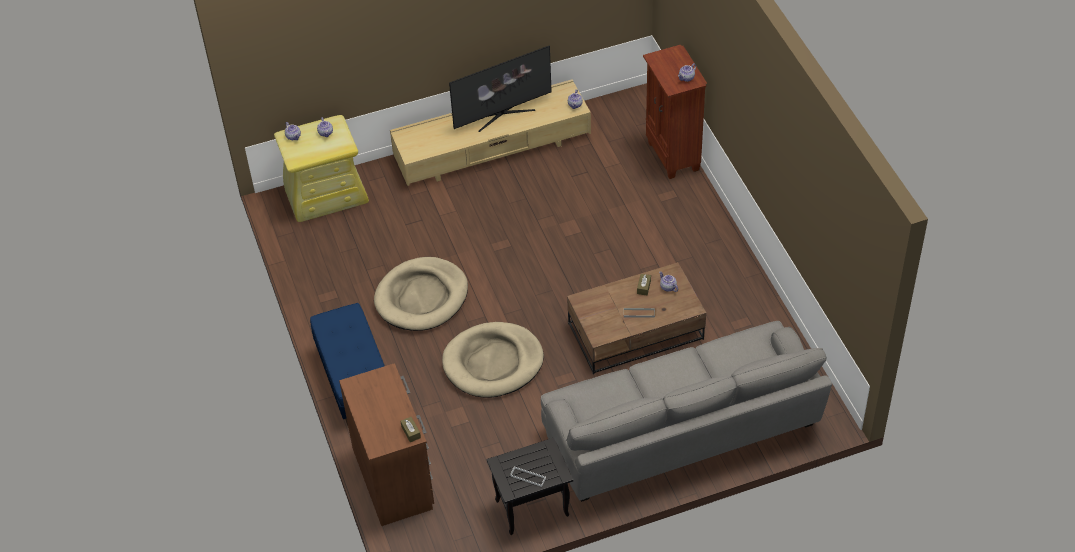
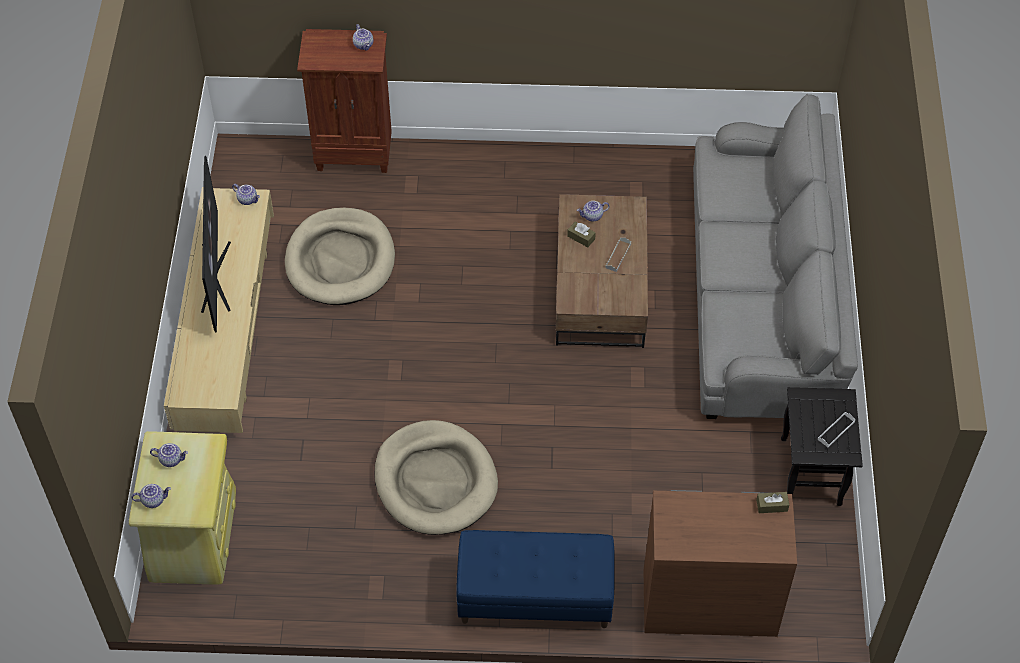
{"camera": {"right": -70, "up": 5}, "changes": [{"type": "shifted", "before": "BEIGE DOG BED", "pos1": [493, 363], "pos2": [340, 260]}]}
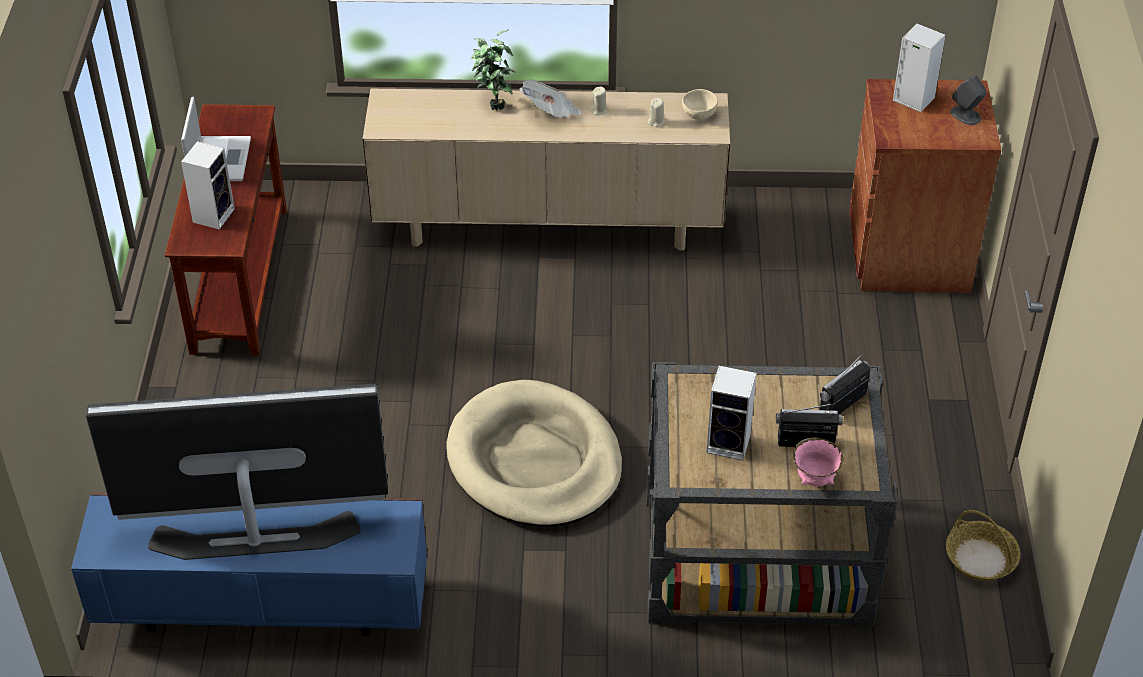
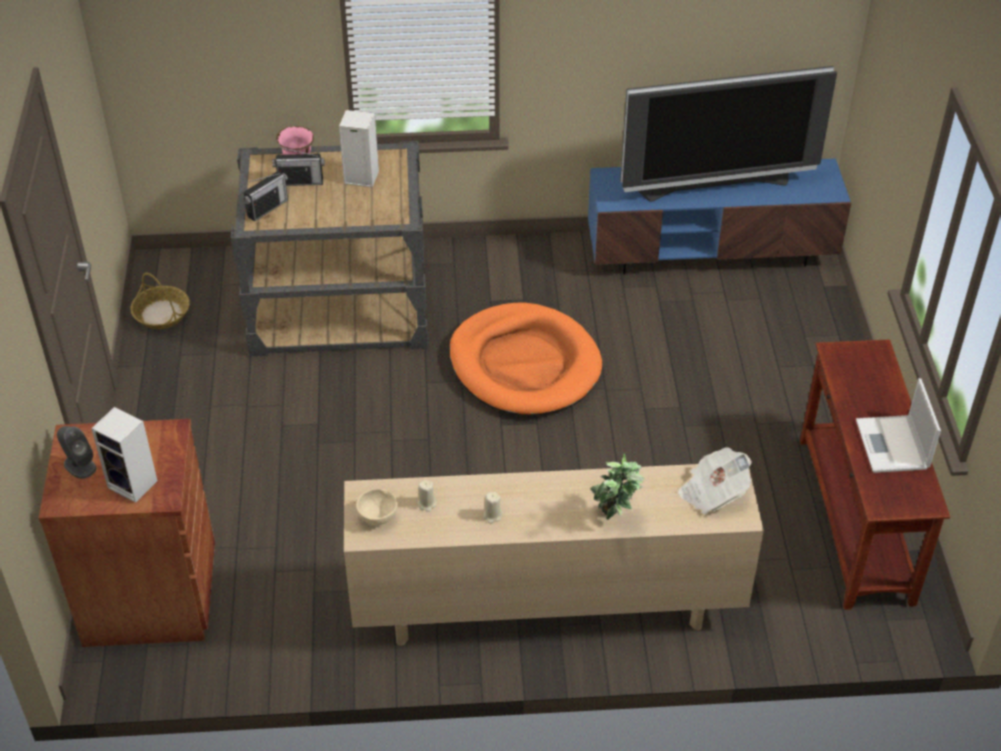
{"camera": {"right": 175, "up": 0}, "changes": [{"type": "gone", "before": "SPEAKER", "pos1": [213, 214]}, {"type": "shifted", "before": "NEWSPAPER", "pos1": [551, 112], "pos2": [713, 492]}, {"type": "repainted", "before": "BEIGE DOG BED", "after": "ORANGE DOG BED", "pos1": [535, 461], "pos2": [524, 365]}]}
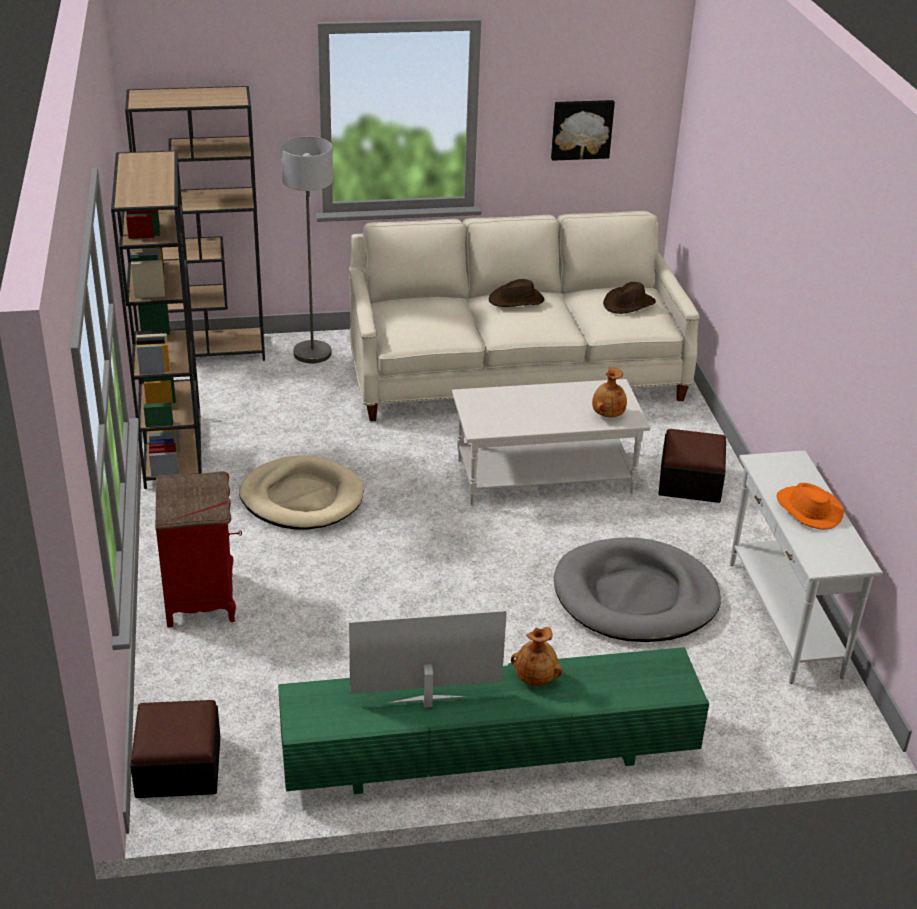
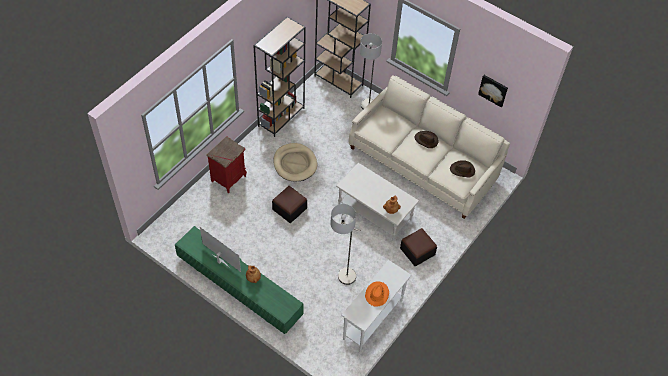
{"camera": {"right": 45, "up": 20}, "changes": [{"type": "shifted", "before": "OTTOMAN", "pos1": [178, 767], "pos2": [289, 208]}, {"type": "swapped", "before": "GREY DOG BED", "after": "GREY FLOOR LAMP", "pos1": [635, 596], "pos2": [341, 275]}]}
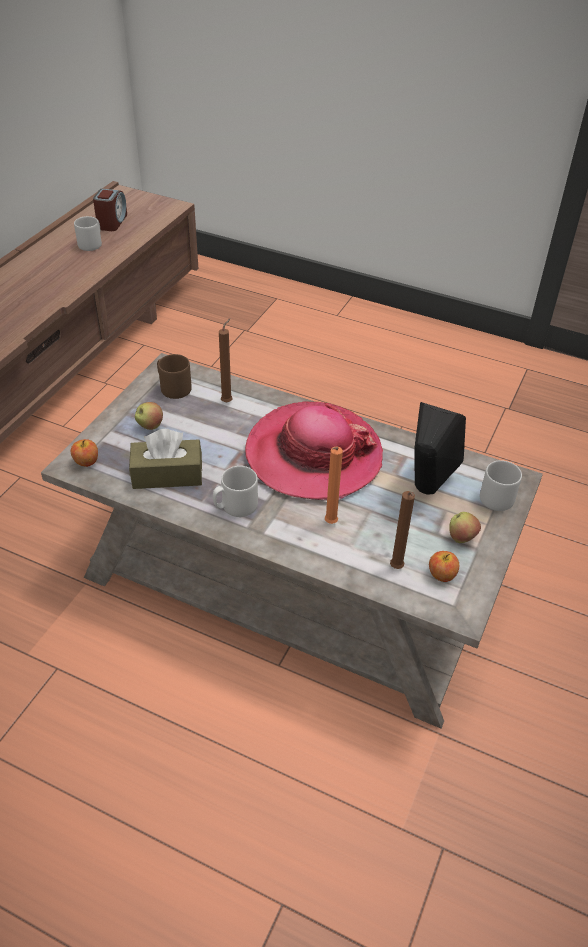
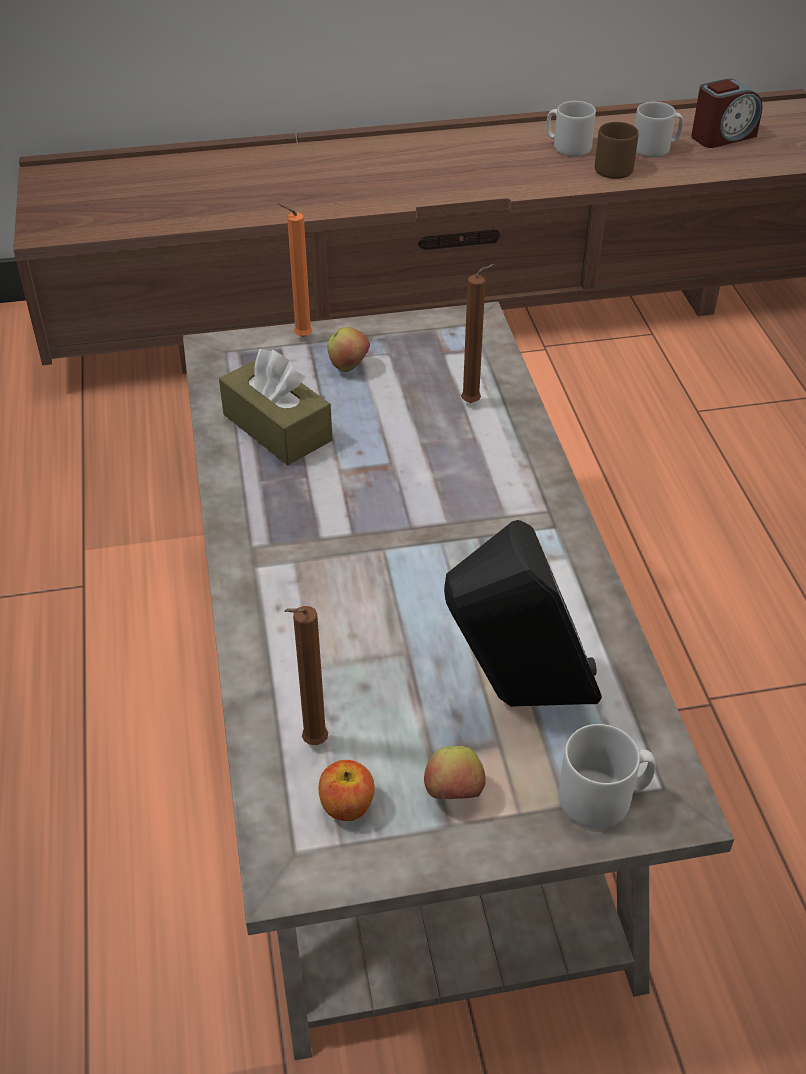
{"camera": {"right": 55, "up": 0}, "changes": [{"type": "gone", "before": "APPLE", "pos1": [86, 462]}, {"type": "gone", "before": "HAT", "pos1": [313, 455]}, {"type": "shifted", "before": "BROWN MUG", "pos1": [173, 388], "pos2": [613, 167]}, {"type": "shifted", "before": "GREY MUG", "pos1": [235, 506], "pos2": [567, 147]}, {"type": "shifted", "before": "ORANGE CANDLE", "pos1": [329, 524], "pos2": [300, 337]}]}
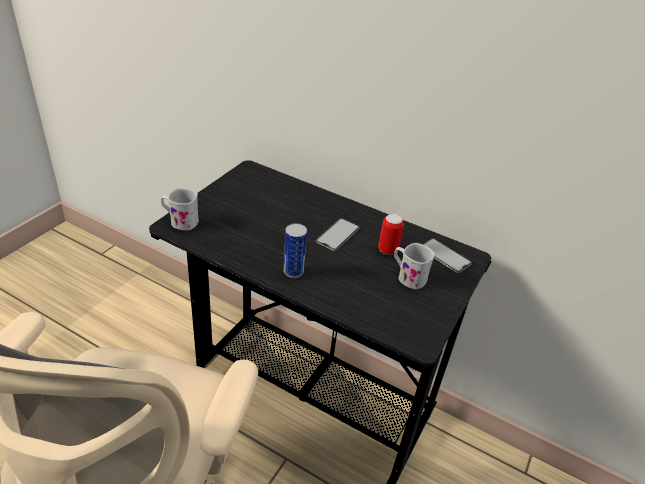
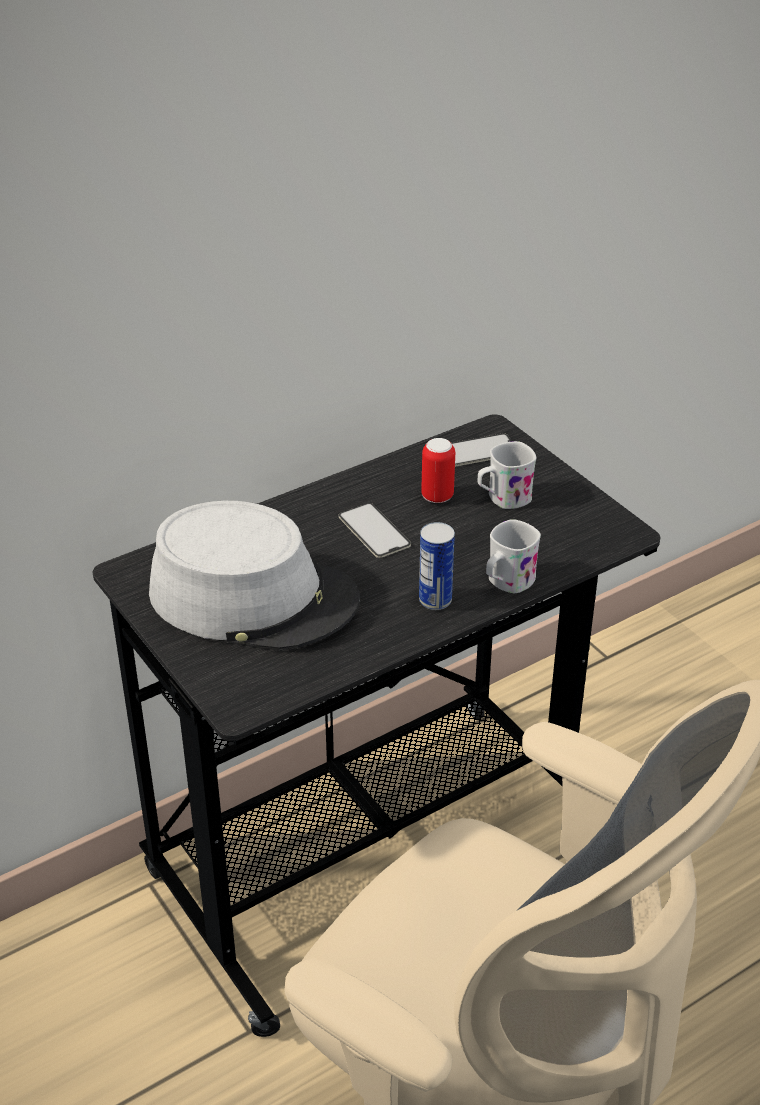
{"camera": {"right": -60, "up": 0}, "changes": [{"type": "new", "after": "GREY HAT", "pos2": [254, 597]}, {"type": "shifted", "before": "WHITE MUG", "pos1": [180, 221], "pos2": [506, 583]}]}
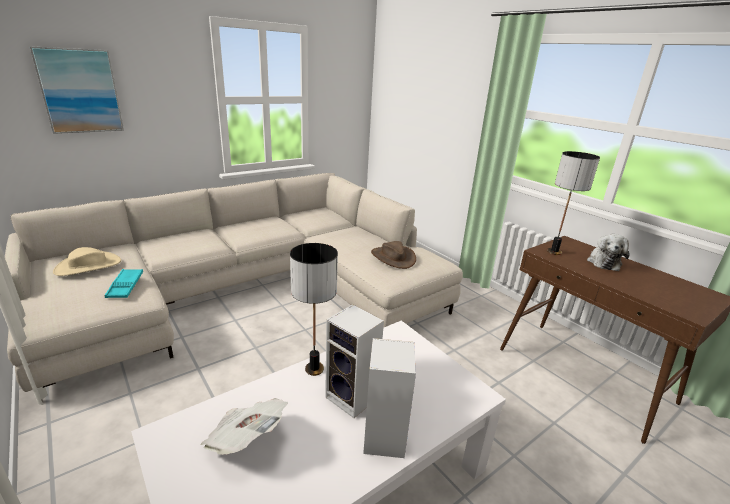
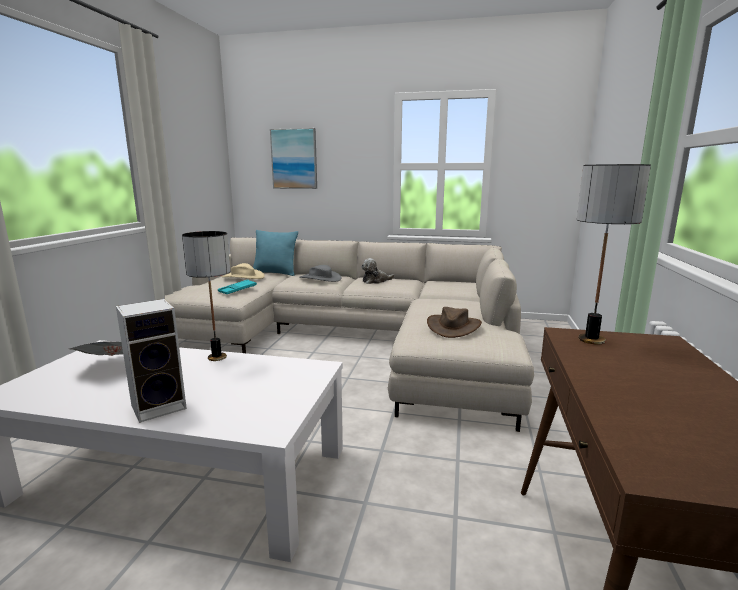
{"camera": {"right": 50, "up": -10}, "changes": [{"type": "gone", "before": "SPEAKER", "pos1": [353, 398]}, {"type": "new", "after": "TURQUOISE PILLOW", "pos2": [275, 273]}, {"type": "new", "after": "GREY HAT", "pos2": [320, 278]}, {"type": "shifted", "before": "PLUSH TOY", "pos1": [603, 262], "pos2": [376, 281]}]}
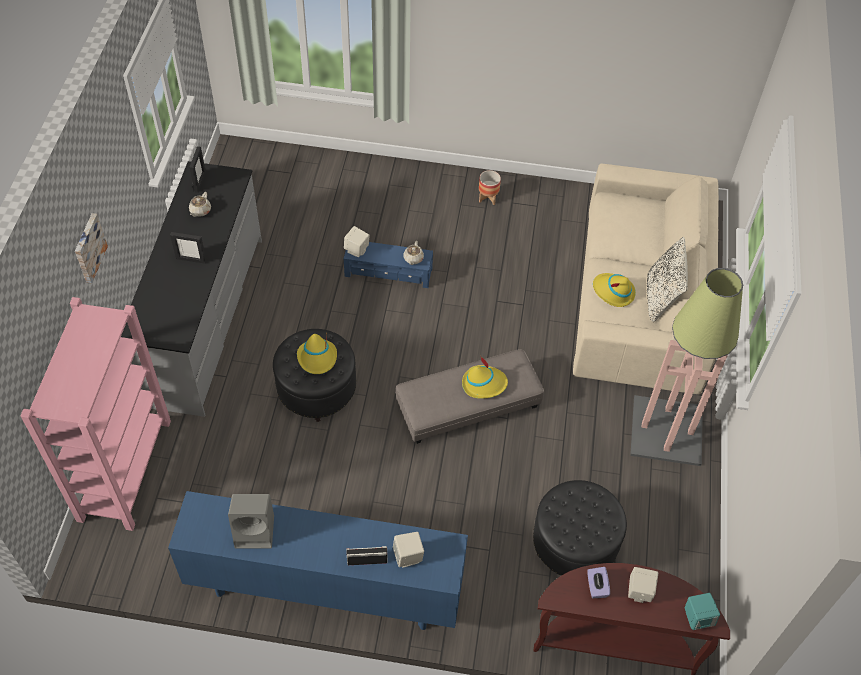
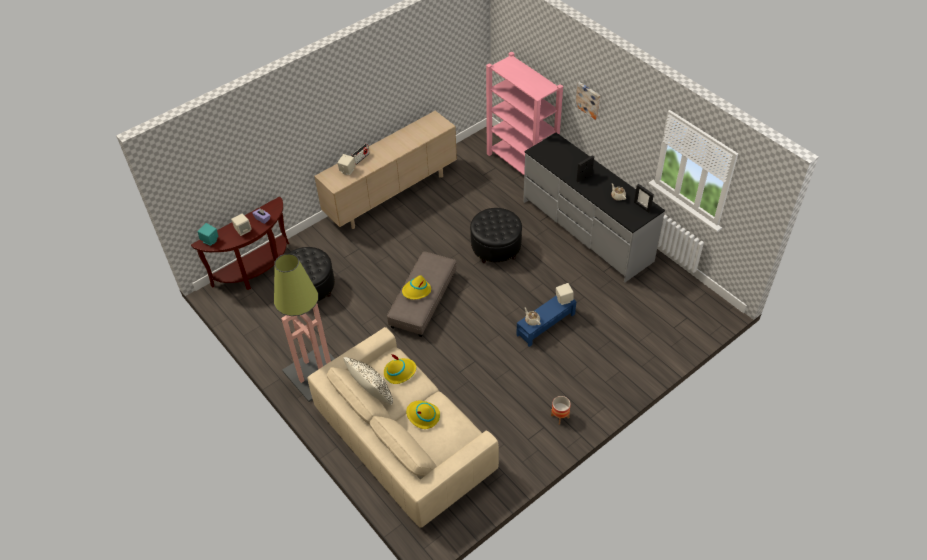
{"camera": {"right": 135, "up": -5}, "changes": [{"type": "gone", "before": "GREY SPEAKER", "pos1": [256, 531]}, {"type": "shifted", "before": "YELLOW HAT", "pos1": [317, 358], "pos2": [423, 416]}, {"type": "repainted", "before": "BLUE CABINET", "after": "BEIGE CABINET", "pos1": [324, 590], "pos2": [391, 195]}]}
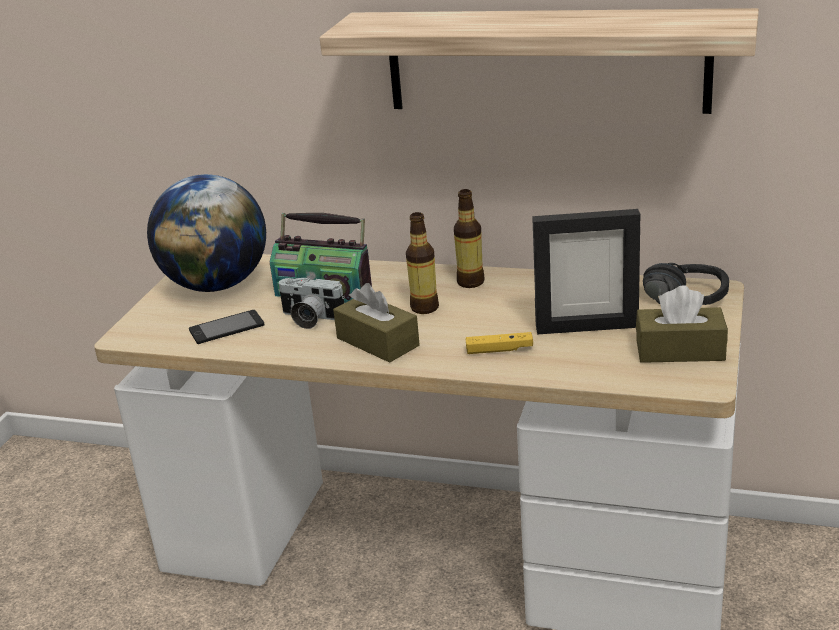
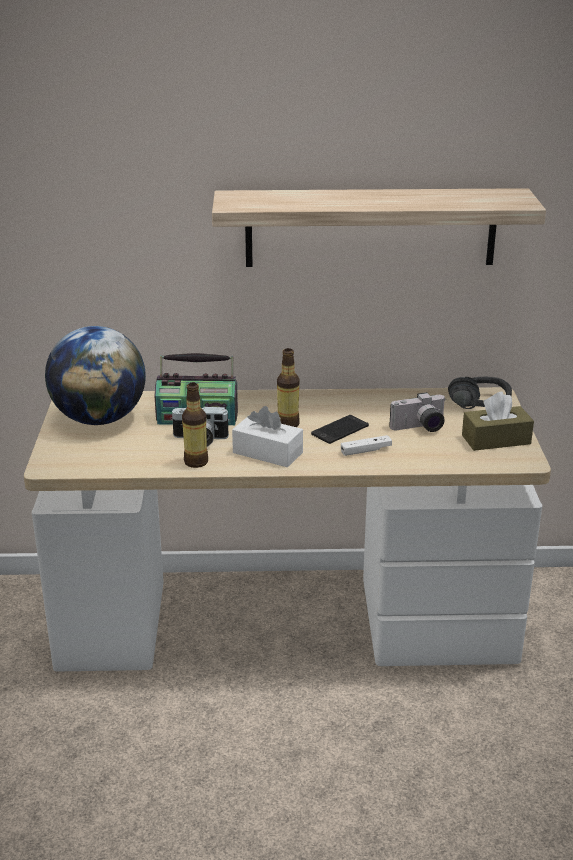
{"camera": {"right": -20, "up": 0}, "changes": [{"type": "shifted", "before": "PHONE", "pos1": [227, 328], "pos2": [340, 430]}, {"type": "shifted", "before": "BOTTLE", "pos1": [470, 282], "pos2": [196, 462]}, {"type": "swapped", "before": "PICTURE FRAME", "after": "PHOTO CAMERA", "pos1": [586, 326], "pos2": [420, 428]}, {"type": "repainted", "before": "BROWN TISSUE BOX", "after": "WHITE TISSUE BOX", "pos1": [377, 342], "pos2": [267, 453]}, {"type": "repainted", "before": "YELLOW GAME CONTROLLER", "after": "WHITE GAME CONTROLLER", "pos1": [499, 350], "pos2": [366, 450]}]}
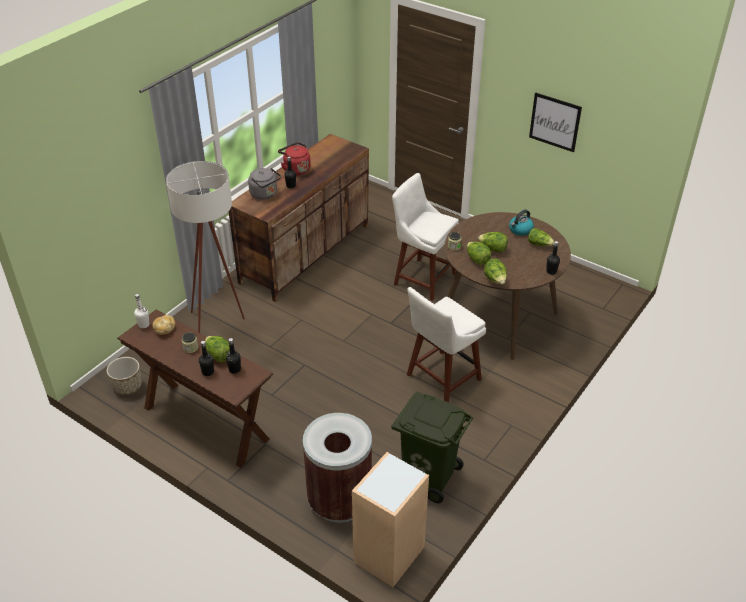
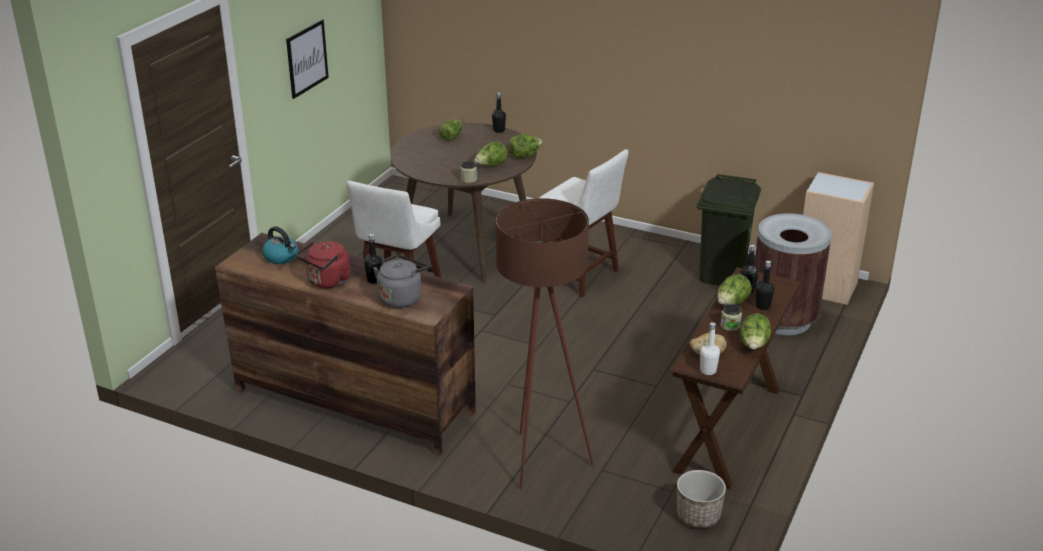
{"camera": {"right": -100, "up": -10}, "changes": [{"type": "shifted", "before": "LETTUCE", "pos1": [492, 249], "pos2": [753, 346]}, {"type": "shifted", "before": "KETTLE", "pos1": [520, 230], "pos2": [281, 257]}, {"type": "repainted", "before": "WHITE FLOOR LAMP", "after": "BROWN FLOOR LAMP", "pos1": [218, 325], "pos2": [540, 456]}]}
